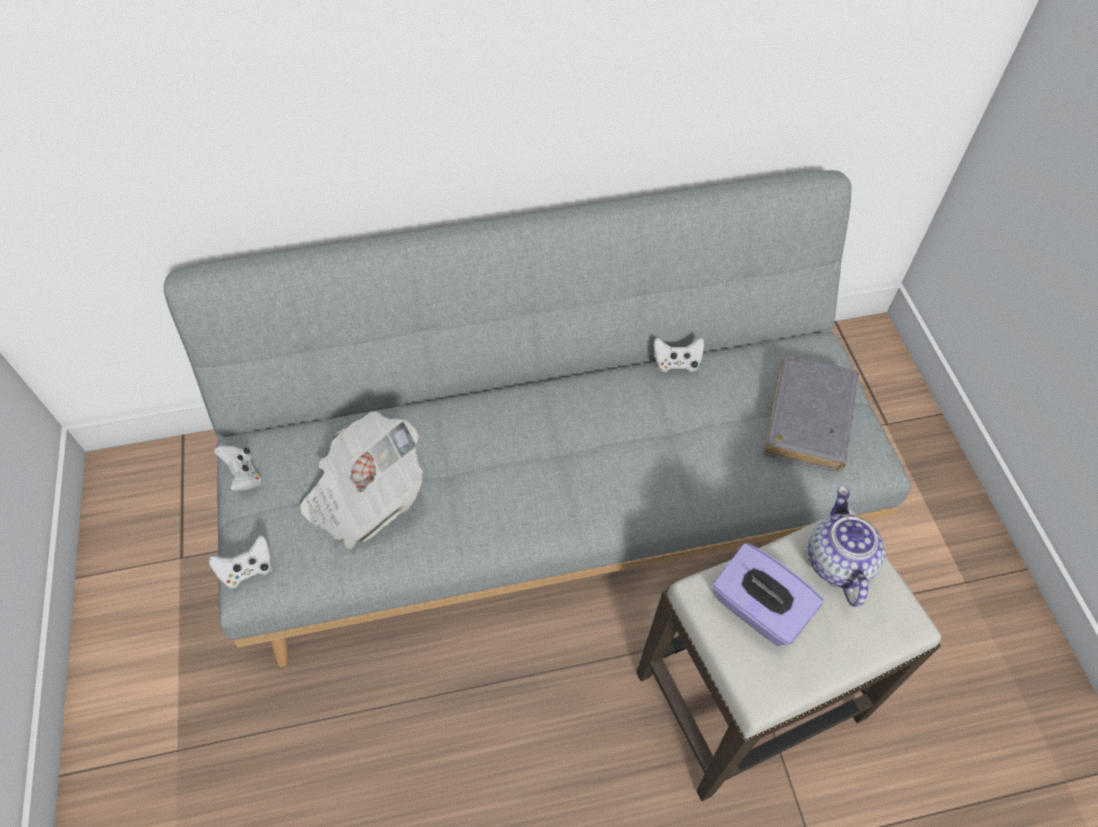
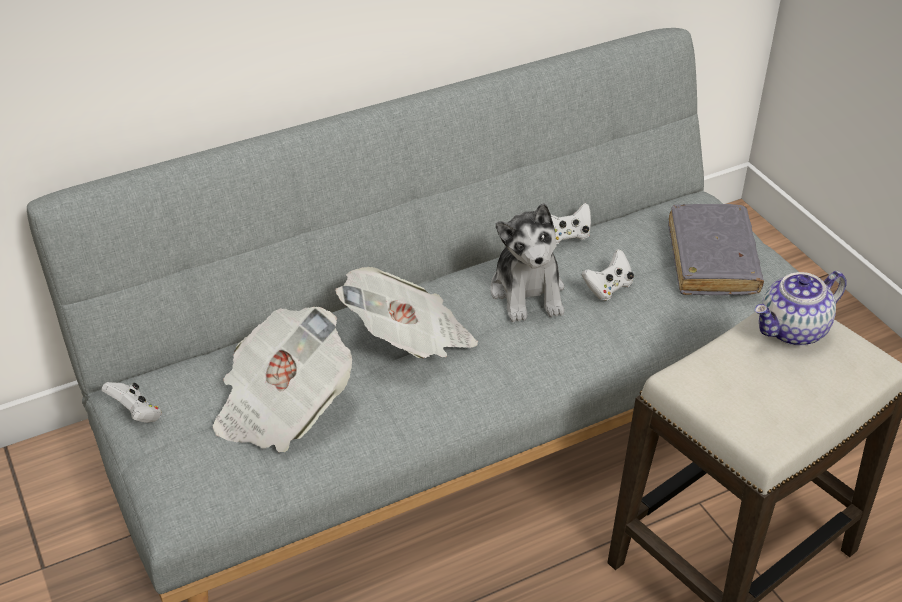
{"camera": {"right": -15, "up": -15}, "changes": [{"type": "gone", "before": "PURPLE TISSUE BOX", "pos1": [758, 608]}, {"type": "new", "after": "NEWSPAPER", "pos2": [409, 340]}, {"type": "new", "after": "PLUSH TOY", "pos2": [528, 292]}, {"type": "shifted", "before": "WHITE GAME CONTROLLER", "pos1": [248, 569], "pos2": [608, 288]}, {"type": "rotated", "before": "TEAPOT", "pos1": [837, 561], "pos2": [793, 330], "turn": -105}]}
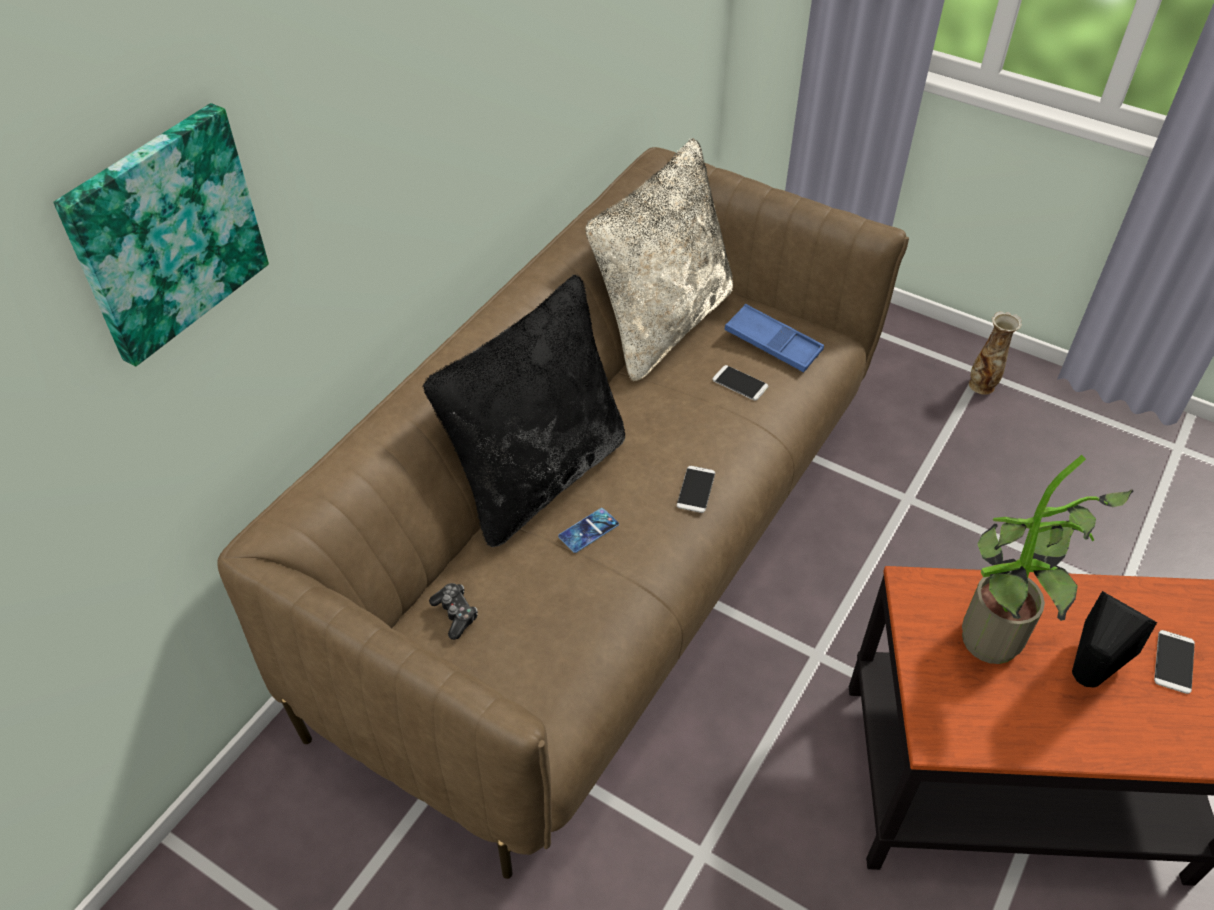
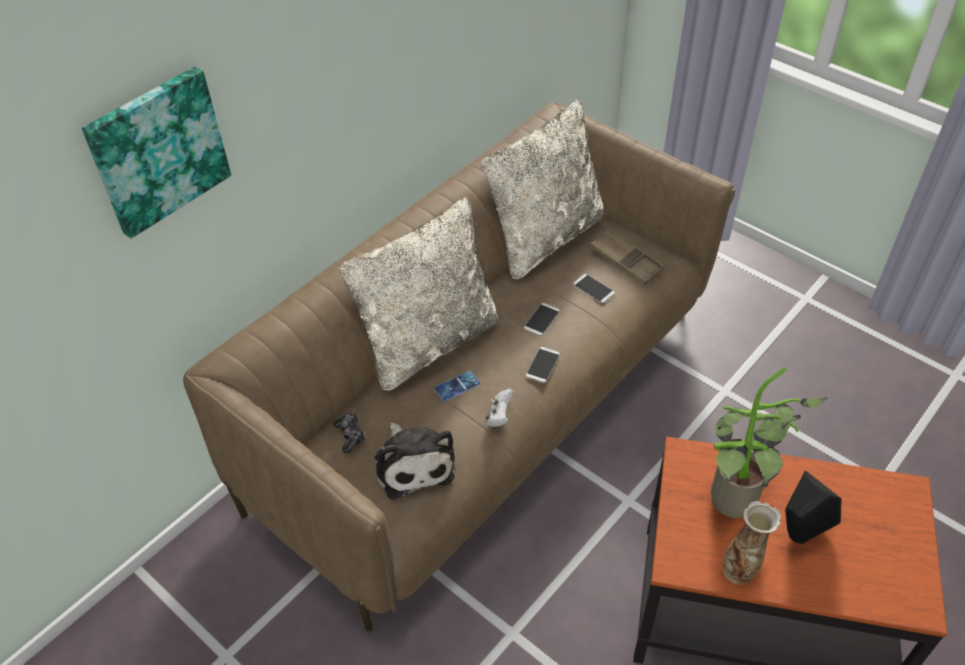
{"camera": {"right": 10, "up": 0}, "changes": [{"type": "new", "after": "PLUSH TOY", "pos2": [413, 463]}, {"type": "new", "after": "WHITE GAME CONTROLLER", "pos2": [499, 416]}, {"type": "shifted", "before": "VASE", "pos1": [982, 385], "pos2": [739, 571]}, {"type": "shifted", "before": "PHONE", "pos1": [1173, 662], "pos2": [541, 319]}, {"type": "repainted", "before": "BLACK PILLOW", "after": "BEIGE PILLOW", "pos1": [542, 479], "pos2": [431, 345]}, {"type": "repainted", "before": "BLUE TRAY", "after": "BROWN TRAY", "pos1": [773, 343], "pos2": [625, 261]}]}
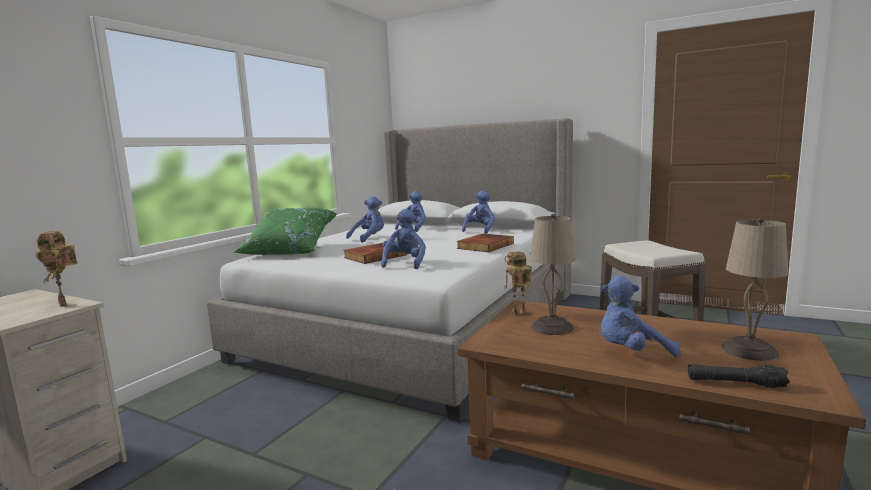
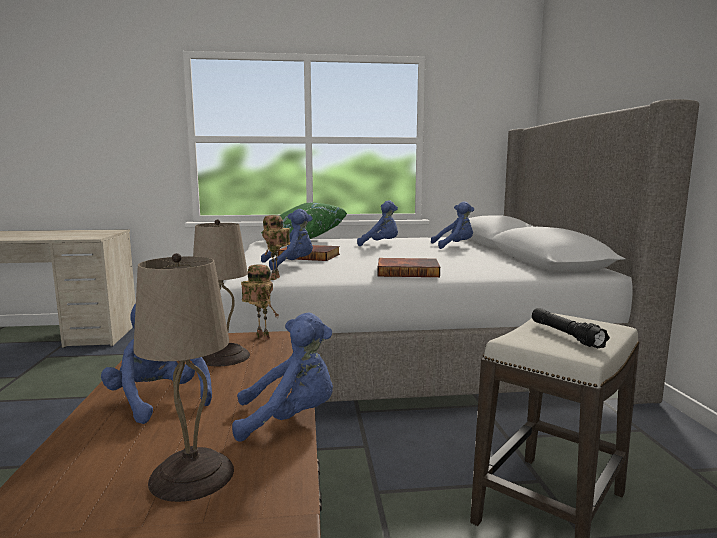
{"camera": {"right": 55, "up": 0}, "changes": [{"type": "shifted", "before": "TOY ROBOT", "pos1": [65, 304], "pos2": [276, 278]}, {"type": "shifted", "before": "BLUE PLUSH TOY", "pos1": [480, 230], "pos2": [290, 419]}, {"type": "shifted", "before": "BLACK FLASHLIGHT", "pos1": [735, 383], "pos2": [565, 335]}]}
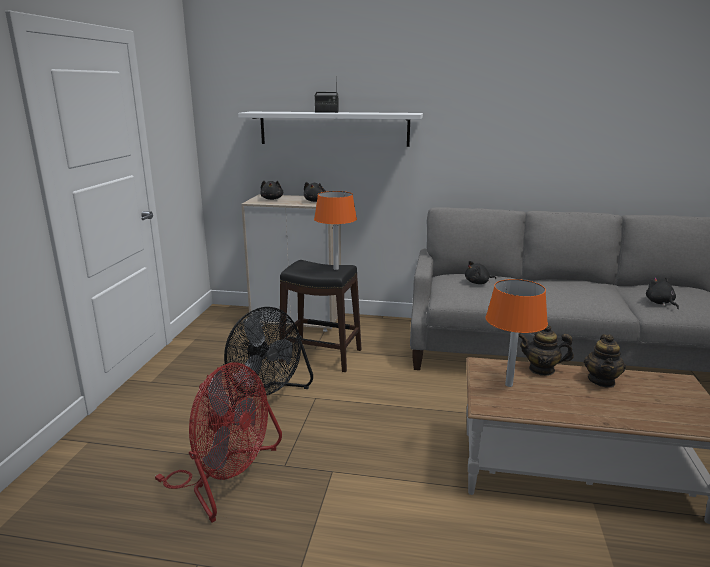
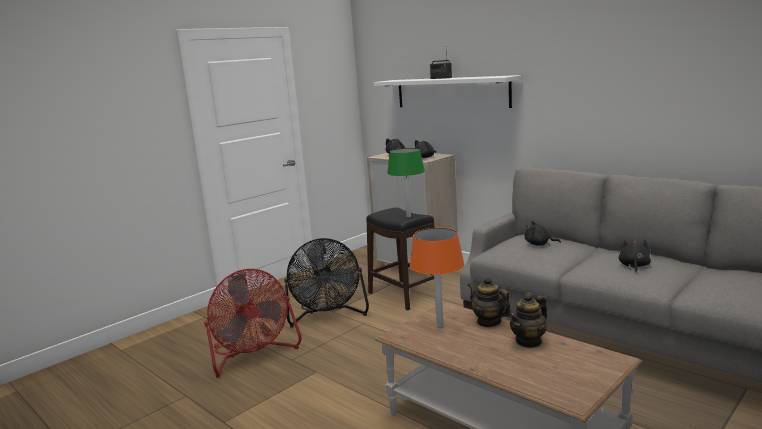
{"camera": {"right": 35, "up": -5}, "changes": [{"type": "shifted", "before": "BLACK PLUSH TOY", "pos1": [660, 303], "pos2": [634, 266]}, {"type": "repainted", "before": "ORANGE TABLE LAMP", "after": "GREEN TABLE LAMP", "pos1": [336, 269], "pos2": [408, 216]}]}
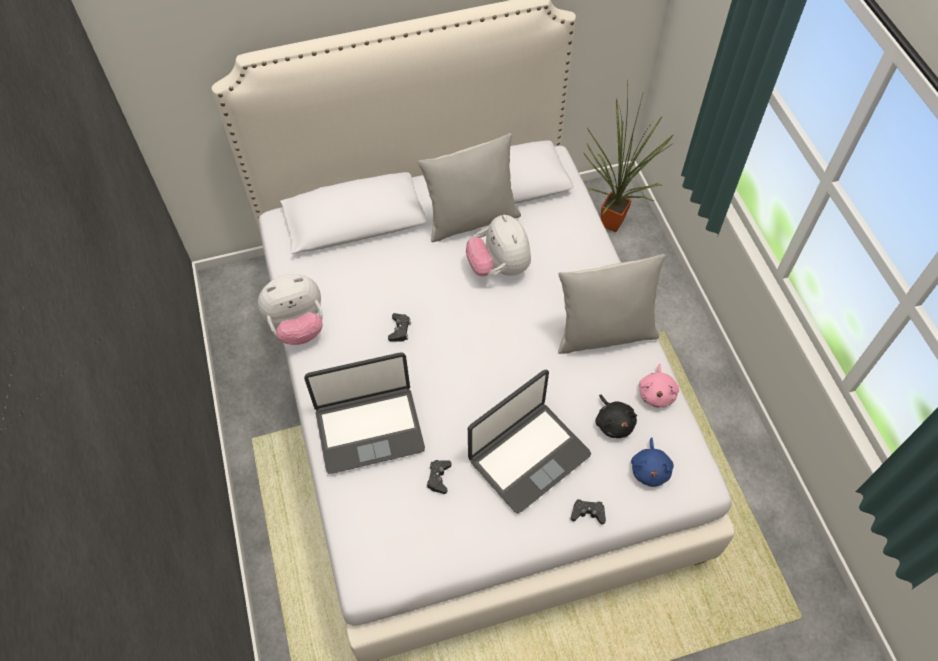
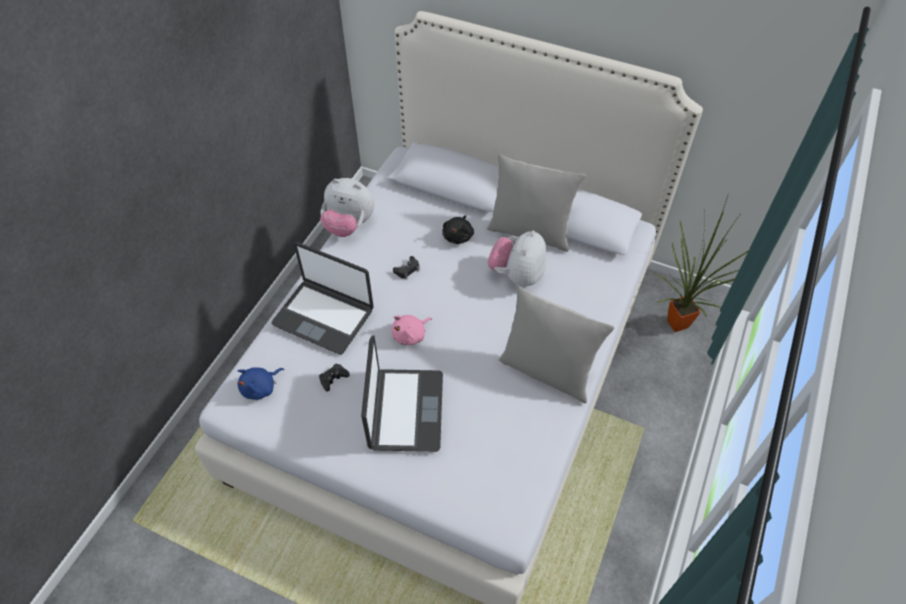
{"camera": {"right": 40, "up": -5}, "changes": [{"type": "gone", "before": "BLACK GAME CONTROLLER", "pos1": [588, 513]}, {"type": "shifted", "before": "BLACK PLUSH TOY", "pos1": [614, 422], "pos2": [458, 236]}, {"type": "shifted", "before": "BLUE PLUSH TOY", "pos1": [650, 469], "pos2": [261, 388]}, {"type": "shifted", "before": "PINK PLUSH TOY", "pos1": [657, 393], "pos2": [411, 335]}, {"type": "rotated", "before": "LAPTOP", "pos1": [528, 456], "pos2": [405, 411], "turn": -90}]}
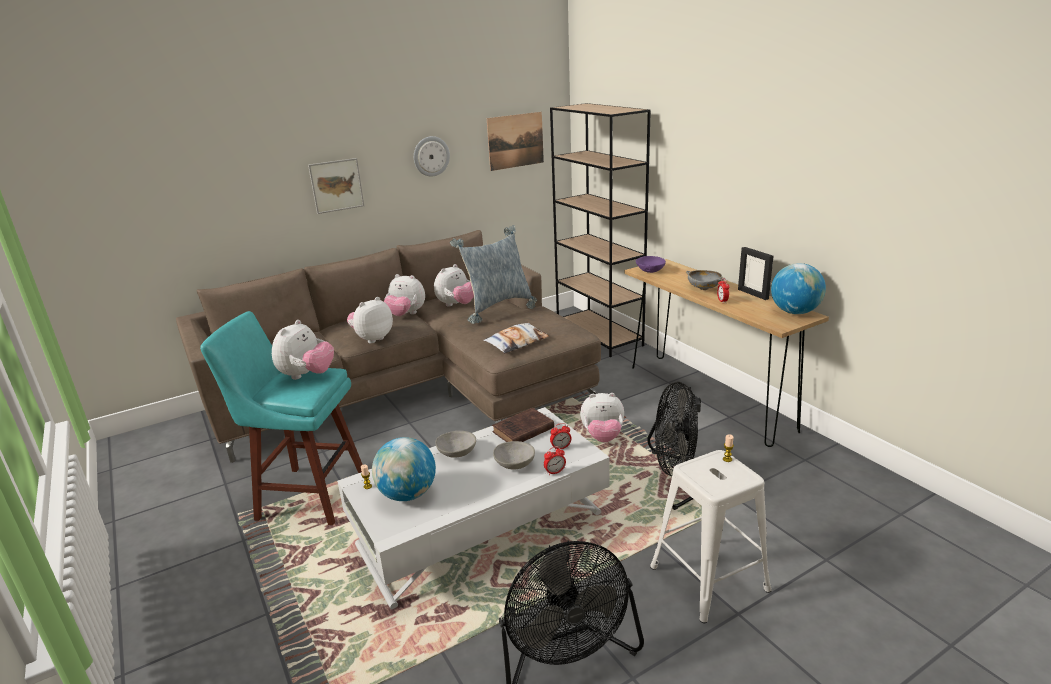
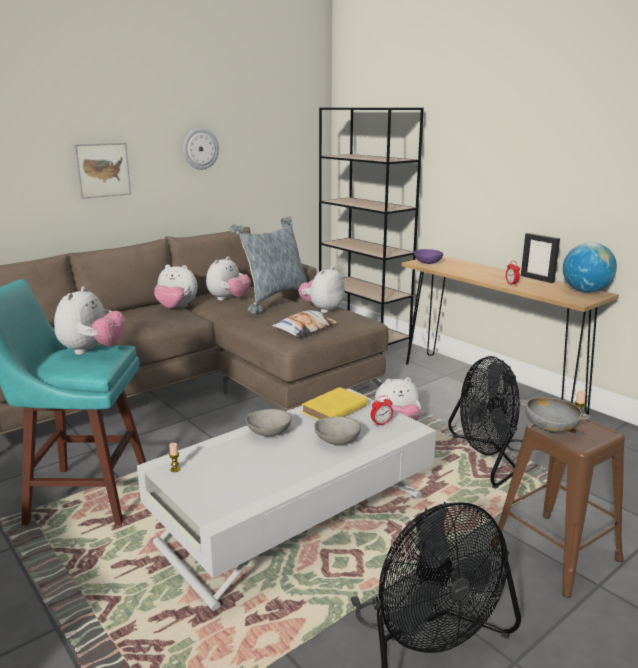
{"camera": {"right": -10, "up": -5}, "changes": [{"type": "gone", "before": "GLOBE", "pos1": [407, 494]}, {"type": "gone", "before": "PICTURE", "pos1": [515, 141]}, {"type": "gone", "before": "ALARM CLOCK", "pos1": [555, 472]}, {"type": "shifted", "before": "PLUSH TOY", "pos1": [372, 338], "pos2": [322, 309]}, {"type": "shifted", "before": "GREY BOWL", "pos1": [704, 288], "pos2": [550, 429]}, {"type": "repainted", "before": "BROWN BOOK", "after": "YELLOW BOOK", "pos1": [522, 431], "pos2": [333, 410]}, {"type": "repainted", "before": "WHITE STOOL", "after": "BROWN STOOL", "pos1": [709, 578], "pos2": [556, 552]}]}
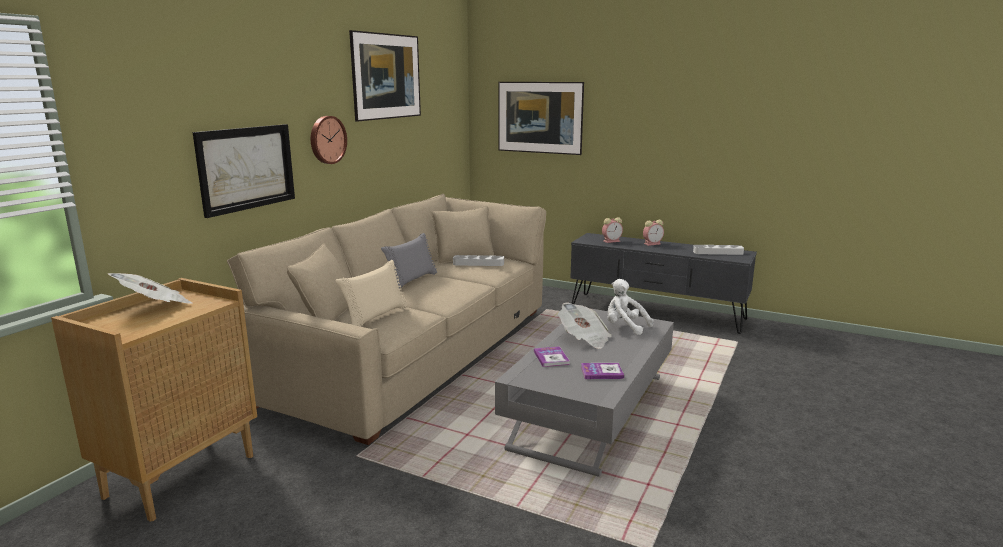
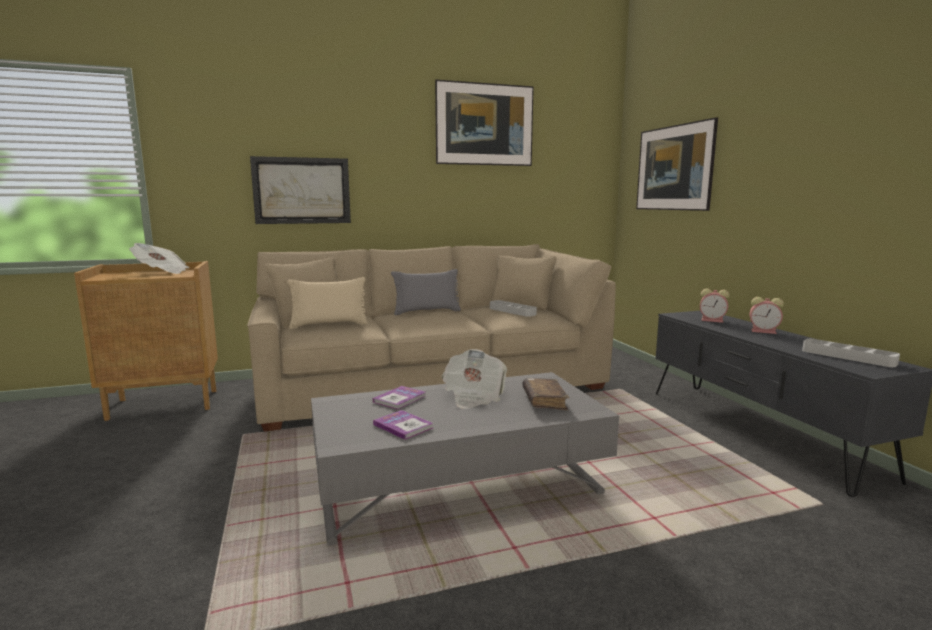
{"camera": {"right": 45, "up": -5}, "changes": [{"type": "gone", "before": "WALL CLOCK", "pos1": [327, 140]}, {"type": "swapped", "before": "WHITE PLUSH TOY", "after": "BROWN BOOK", "pos1": [625, 327], "pos2": [544, 401]}]}
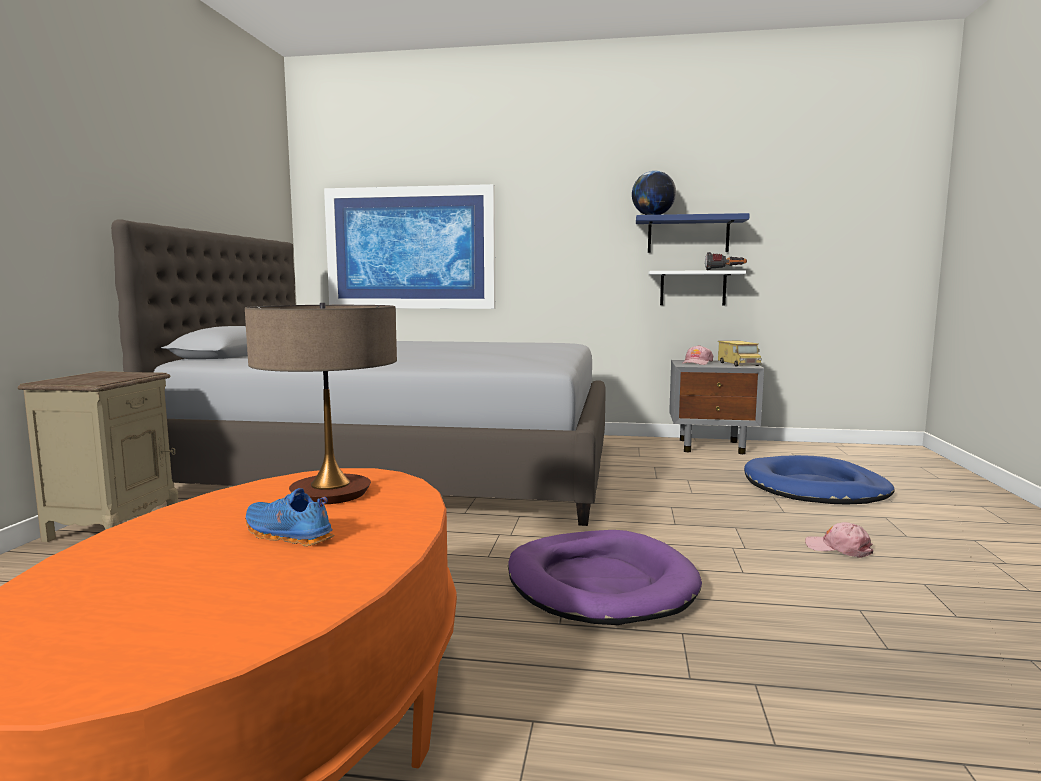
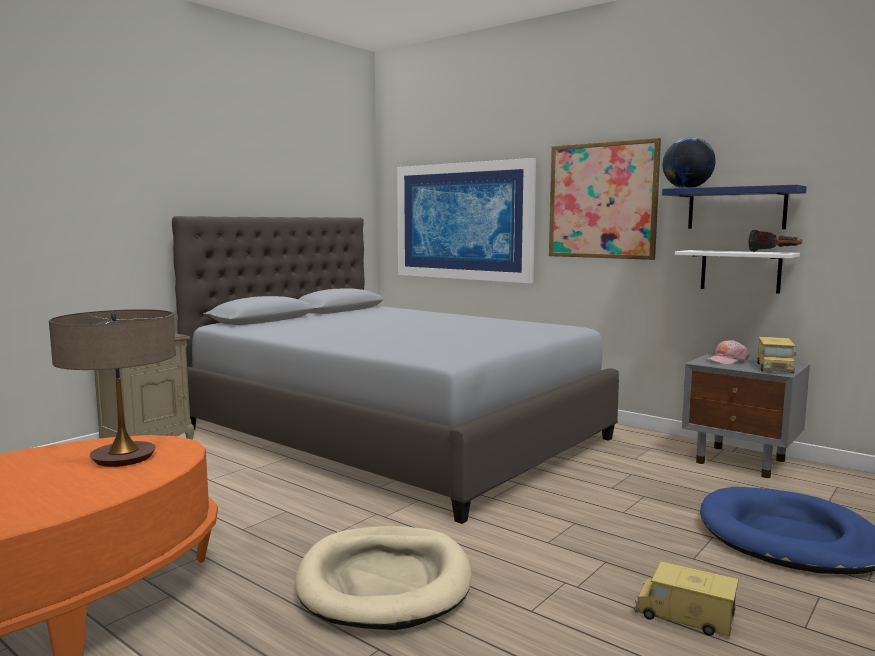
{"camera": {"right": 30, "up": 0}, "changes": [{"type": "gone", "before": "BLUE SHOE", "pos1": [287, 535]}, {"type": "new", "after": "PICTURE", "pos2": [602, 200]}, {"type": "swapped", "before": "PINK CAP", "after": "TOY TRUCK", "pos1": [838, 548], "pos2": [684, 616]}, {"type": "repainted", "before": "PURPLE DOG BED", "after": "BEIGE DOG BED", "pos1": [600, 583], "pos2": [384, 582]}]}
